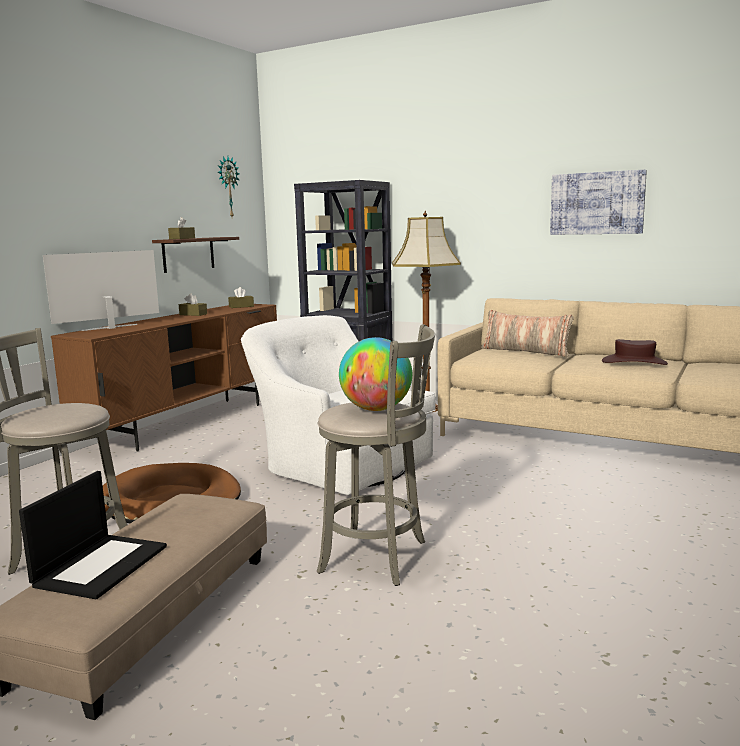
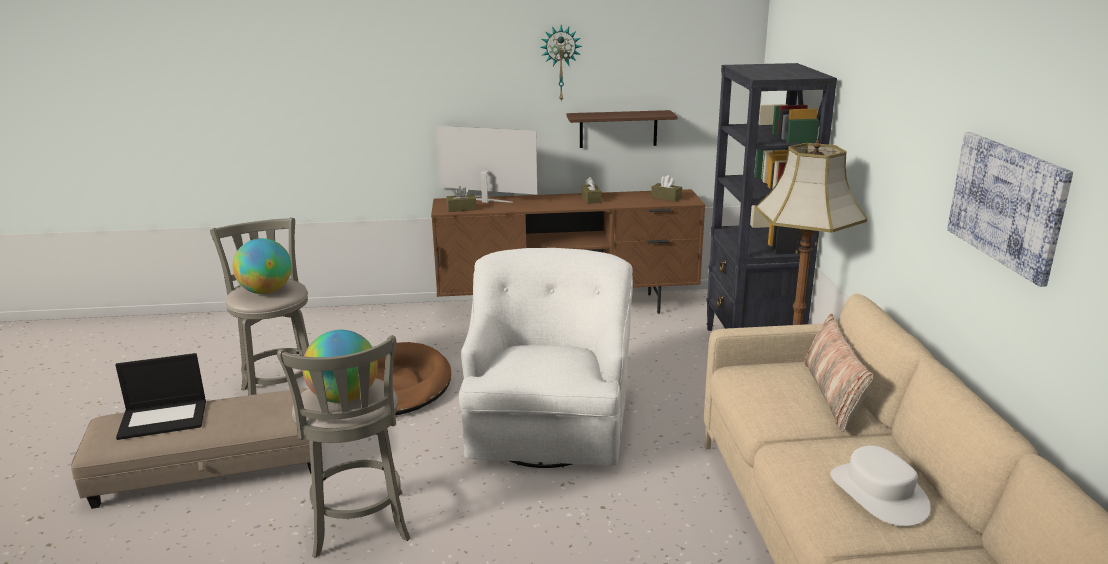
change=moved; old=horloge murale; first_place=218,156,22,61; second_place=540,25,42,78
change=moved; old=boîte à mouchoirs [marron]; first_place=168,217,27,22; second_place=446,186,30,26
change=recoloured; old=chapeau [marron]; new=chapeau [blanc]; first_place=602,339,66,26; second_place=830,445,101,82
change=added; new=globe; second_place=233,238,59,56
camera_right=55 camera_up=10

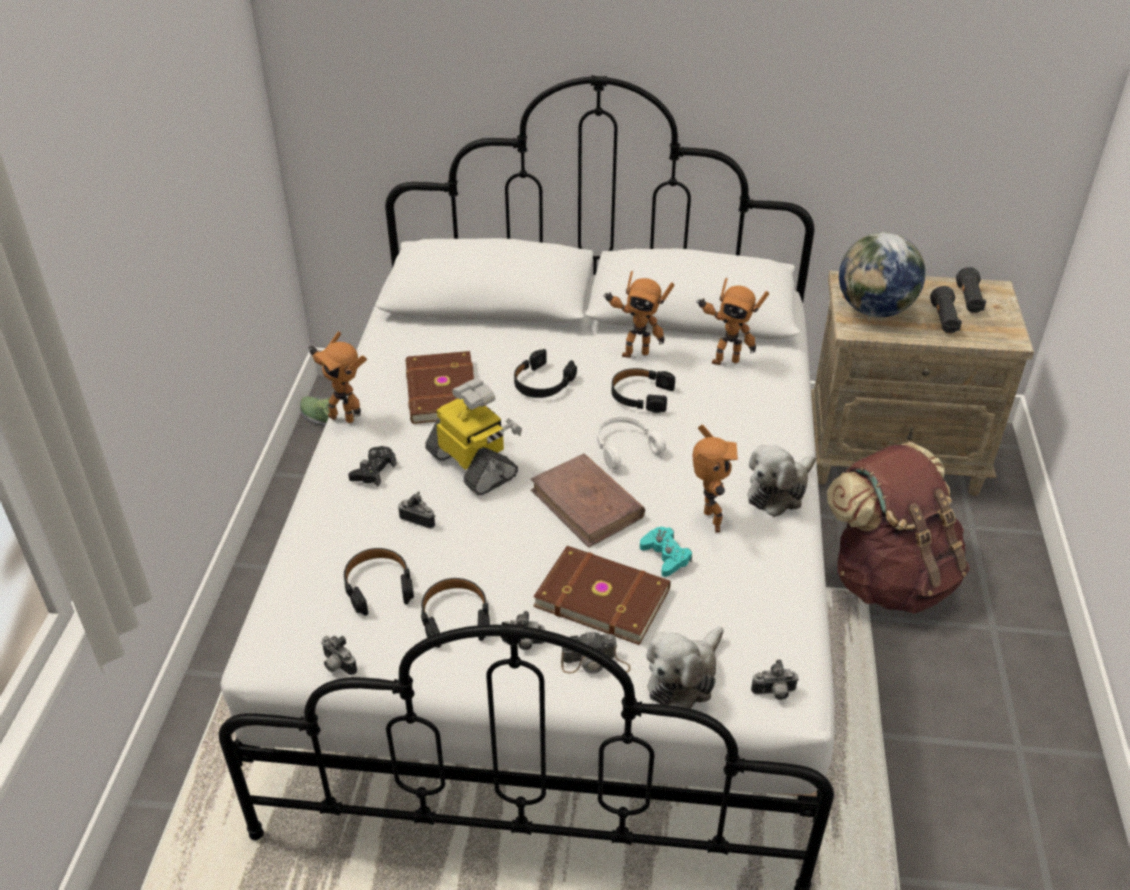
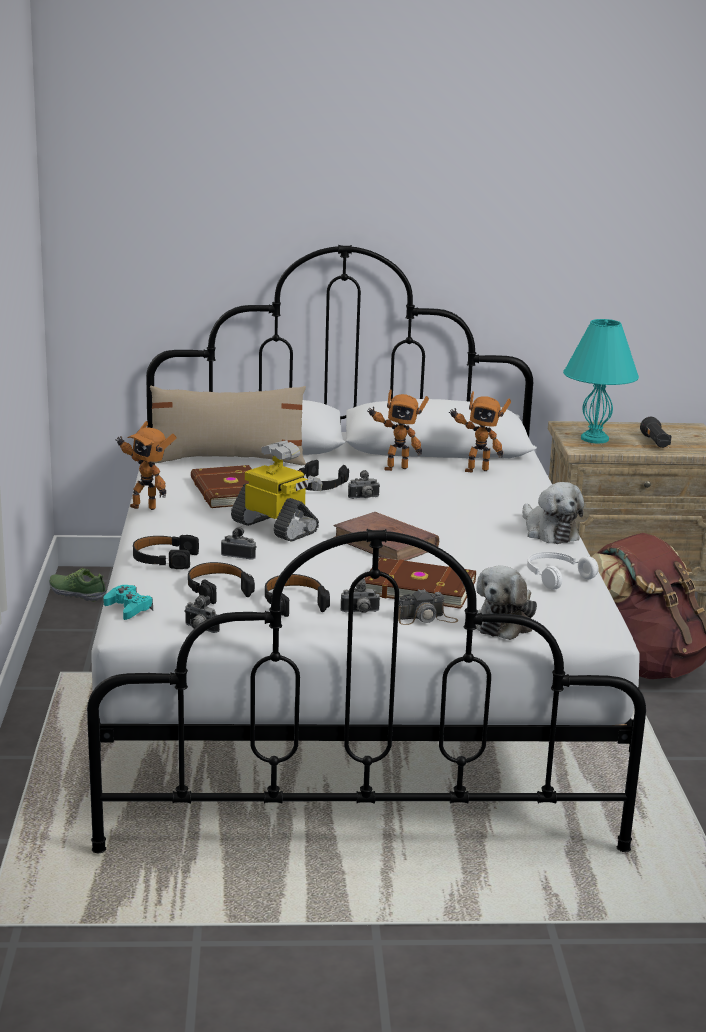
change=replaced; old=globe; new=lampe de table [turquoise]; first_place=839,232,86,85; second_place=563,319,76,125
change=removed; old=lampe de poche [noir]; first_place=956,267,30,46
change=moved; old=casque audio [noir]; first_place=612,368,63,45; second_place=133,535,66,34
change=moved; old=casque audio [blanc]; first_place=597,416,69,53; second_place=527,552,72,38
change=removed; old=robot jouet; first_place=692,425,46,108
change=turned; old=peluche; first_place=747,445,70,72; second_place=523,482,61,62; degrees=-60
change=removed; old=manette [noir]; first_place=348,446,49,40
change=moved; old=manette [turquoise]; first_place=640,527,52,50; second_place=104,585,49,35
change=moved; old=appareil photo; first_place=751,659,48,41; second_place=348,470,32,29
change=added; new=coussin [beige]; second_place=150,386,156,79
camera_right=-10 camera_up=-20

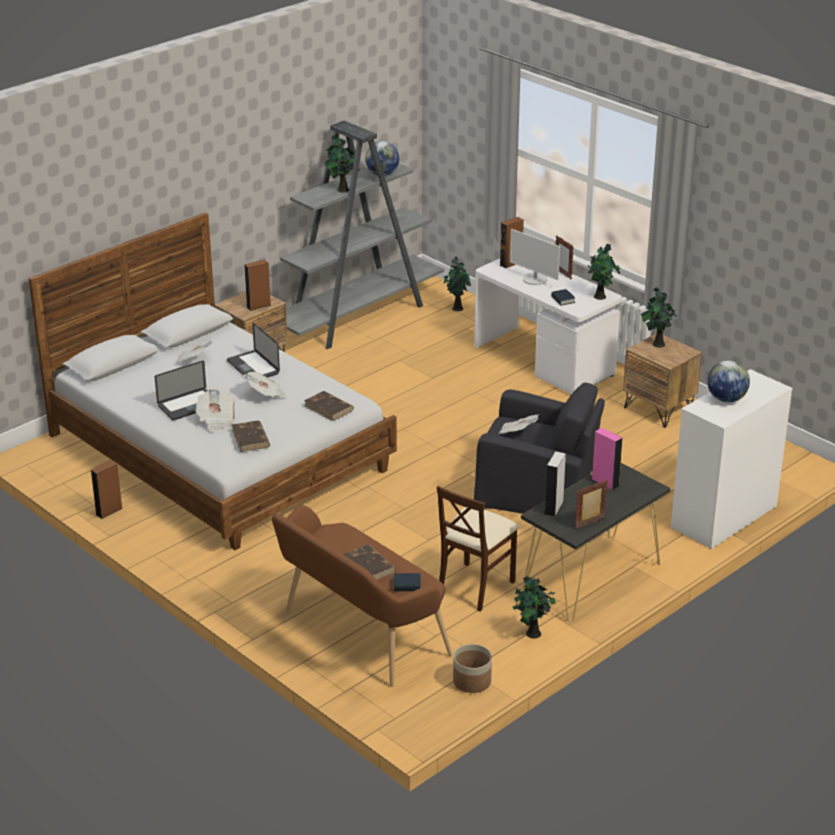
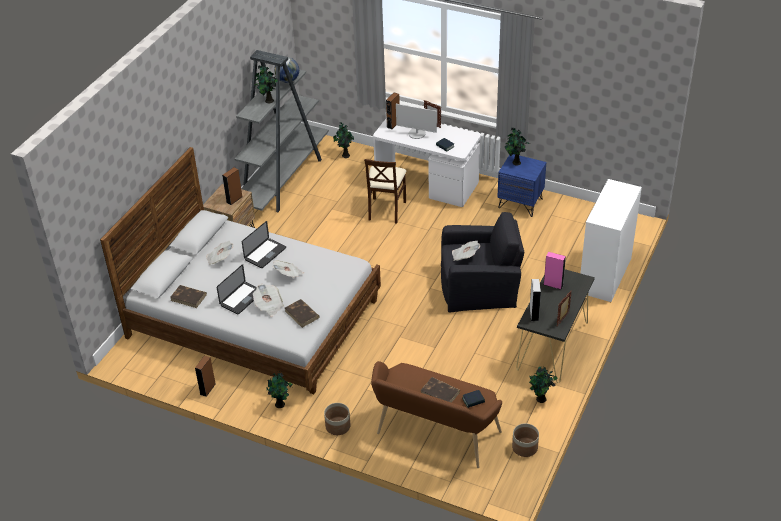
change=moved; old=plante en pot; first_place=587,244,33,56; second_place=266,371,27,37
change=turned; old=ordinateur portable; first_place=227,323,53,55; second_place=242,221,44,47; degrees=-90
change=recoloured; old=table de chevet [marron]; new=table de chevet [bleu]; first_place=623,333,79,95; second_place=497,154,49,63
change=removed; old=globe; first_place=707,360,43,43
change=moved; old=livre [marron]; first_place=304,391,50,30; second_place=170,285,37,23
change=moved; old=chaise [beige]; first_place=437,486,82,126; second_place=364,159,42,65
change=added; new=cache-pot; second_place=324,403,26,32
camera_right=-20 camera_up=10

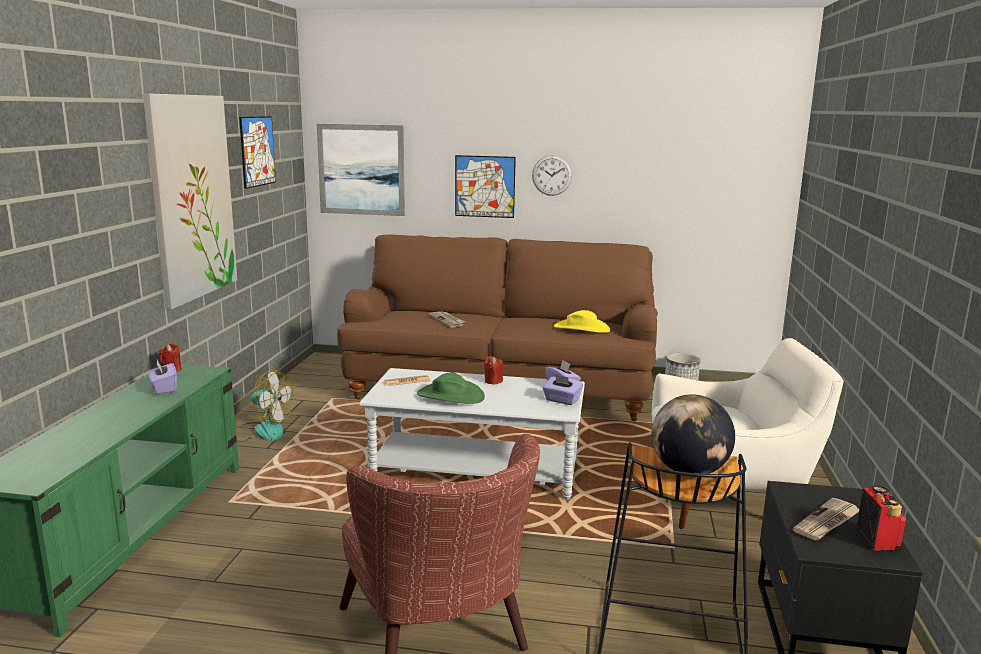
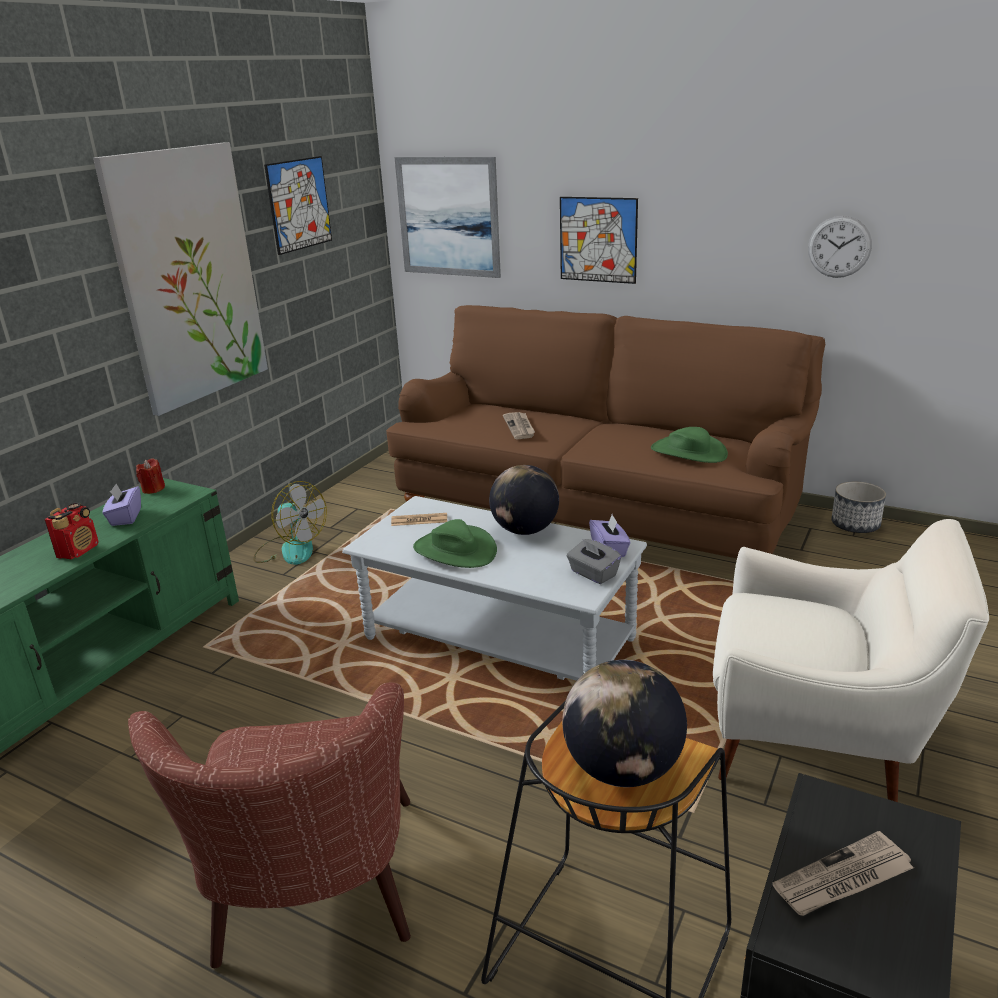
change=moved; old=horloge murale; first_place=532,155,40,41; second_place=808,216,64,62
change=recoloured; old=chapeau [jaune]; new=chapeau [vert]; first_place=554,310,56,23; second_place=651,427,77,36
change=replaced; old=bougie [rouge]; new=globe; first_place=484,356,19,28; second_place=489,465,70,70
change=recoloured; old=boîte à mouchoirs [violet]; new=boîte à mouchoirs [gris]; first_place=543,374,40,31; second_place=567,539,55,45
change=moved; old=radio; first_place=856,485,50,66; second_place=45,503,54,57
camera_right=20 camera_up=10

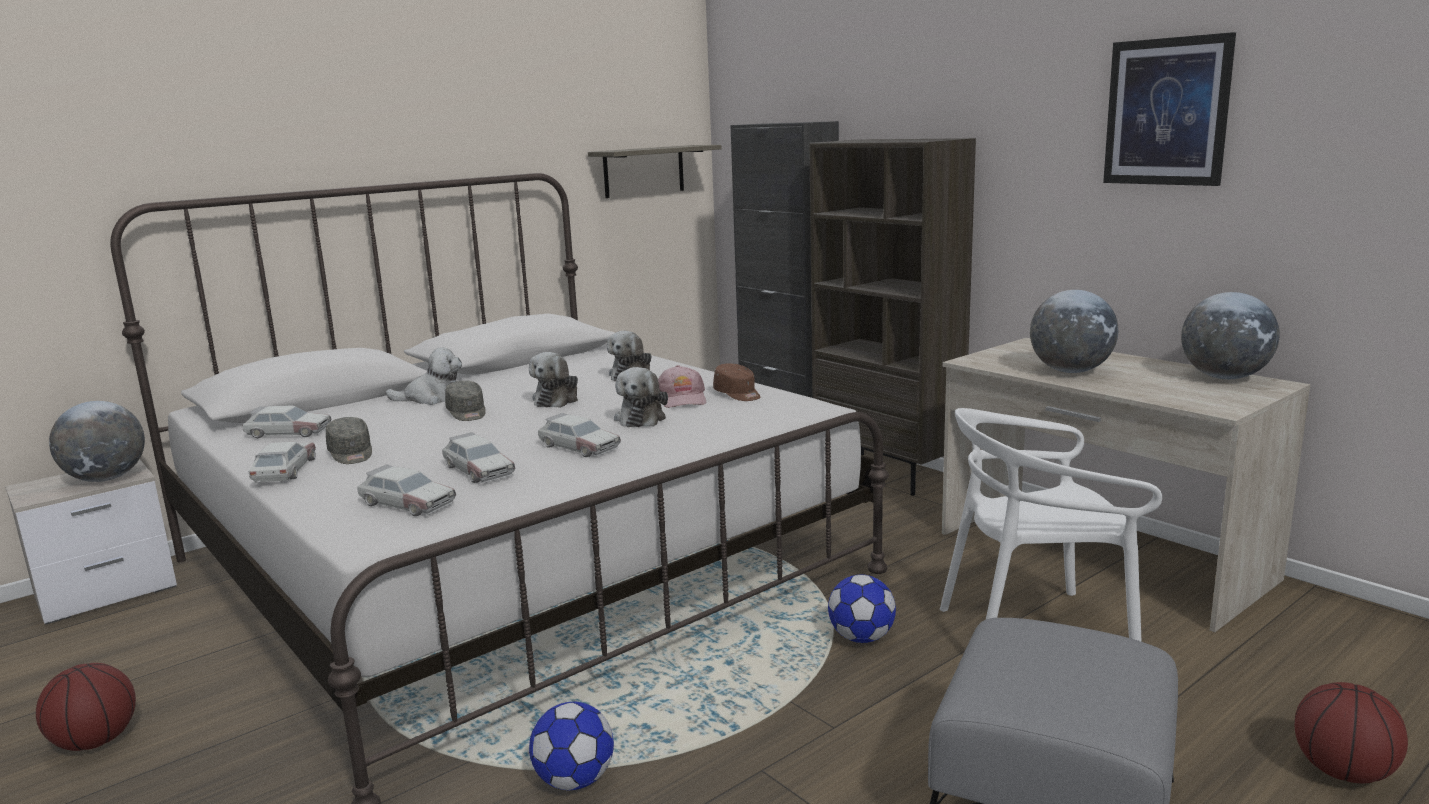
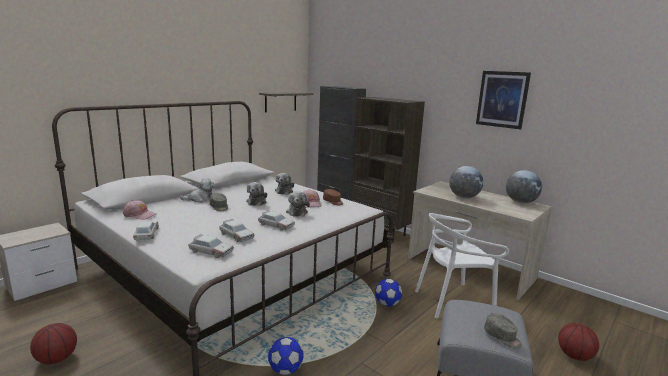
change=removed; old=globe; first_place=49,401,96,81
change=replaced; old=petite voiture; new=casquette [rose]; first_place=242,406,89,32; second_place=123,200,33,20
change=moved; old=casquette [gris]; first_place=326,417,46,47; second_place=484,313,38,35
camera_right=-10 camera_up=0

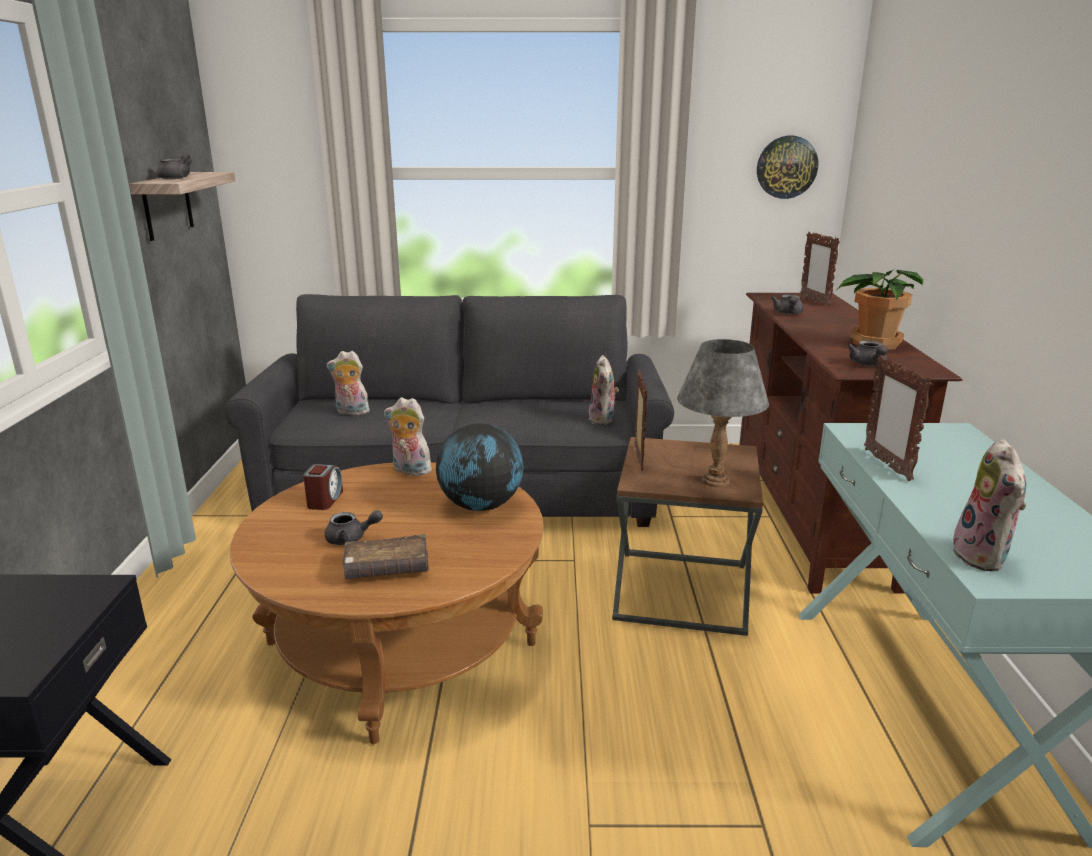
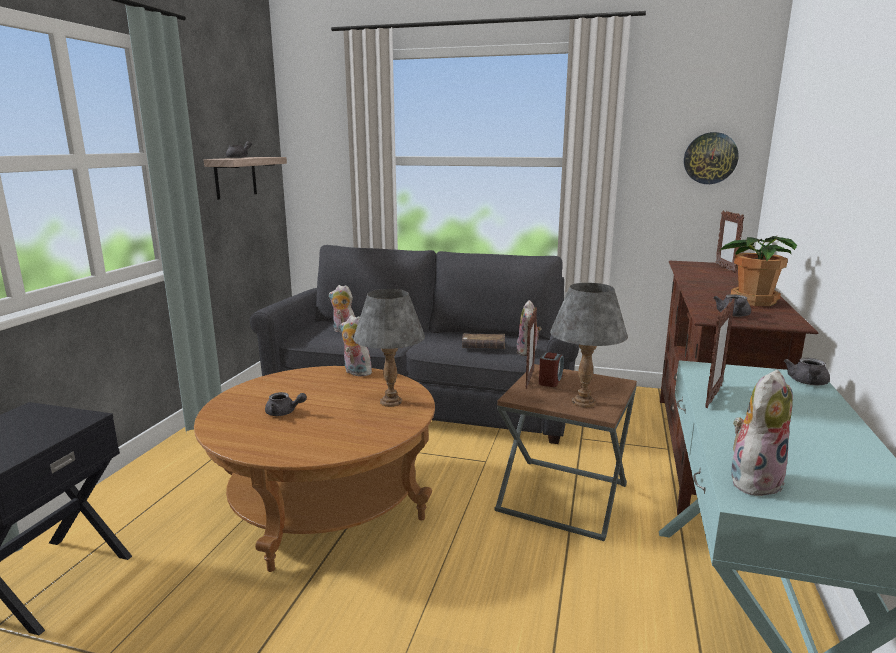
change=moved; old=théière [gris]; first_place=771,295,33,20; second_place=784,358,46,27
change=turned; old=cadre photo; first_place=864,355,68,126; second_place=705,299,30,109; degrees=-150
change=replaced; old=globe; new=lampe de table [gris]; first_place=436,423,88,88; second_place=353,289,72,118
change=turned; old=peluche; first_place=952,438,74,134; second_place=731,370,62,128; degrees=-150
change=moved; old=réveil; first_place=303,464,40,46; second_place=539,352,25,35
change=moved; old=livre [marron]; first_place=342,534,87,46; second_place=462,333,43,16
camera_right=15 camera_up=-5

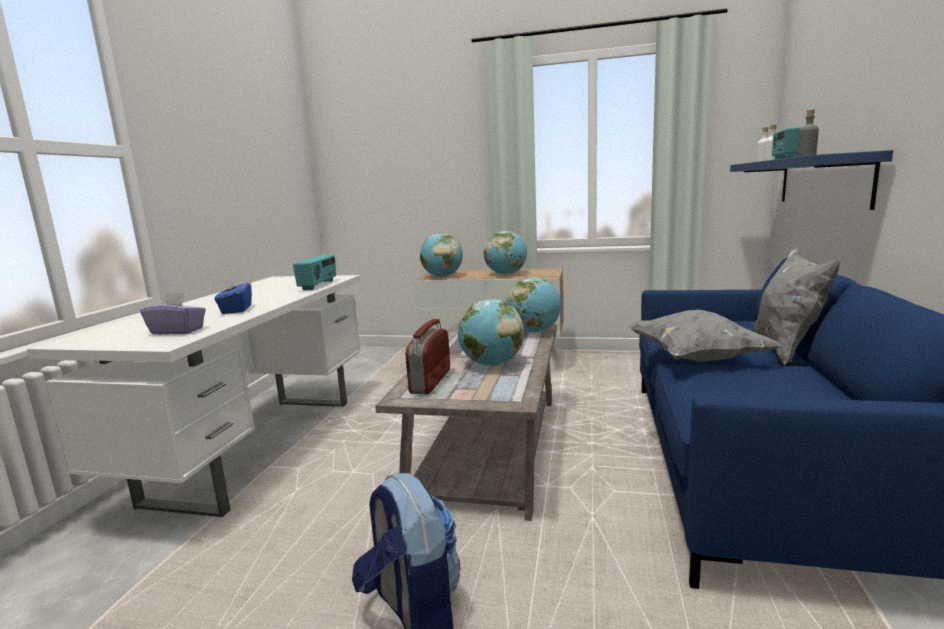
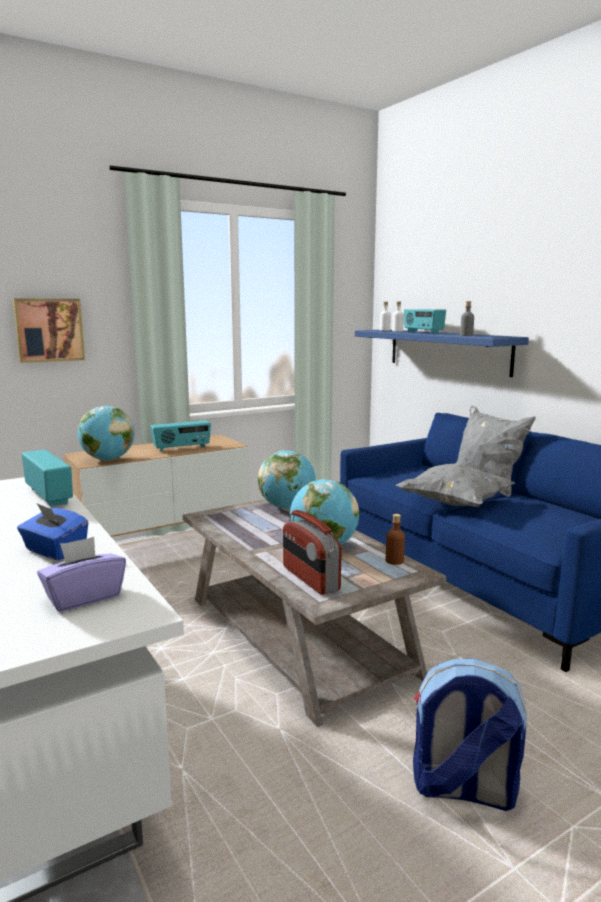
change=replaced; old=globe; new=radio; first_place=484,231,43,44; second_place=150,420,61,32
change=added; new=tableau; second_place=13,299,72,64
change=added; new=bouteille [marron]; second_place=386,514,19,51
camera_right=-45 camera_up=0

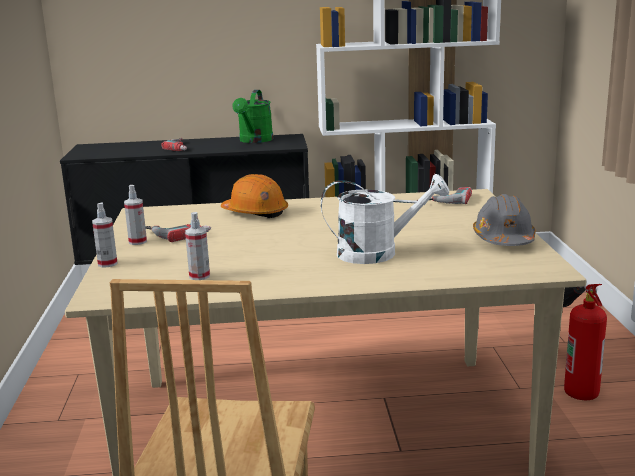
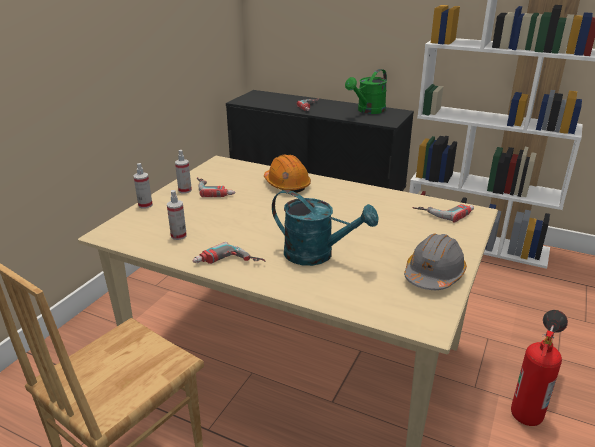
change=recoloured; old=arrosoir [blanc]; new=arrosoir [turquoise]; first_place=321,174,128,90; second_place=272,190,106,76
change=added; new=perceuse; second_place=193,242,72,22
camera_right=30 camera_up=10

